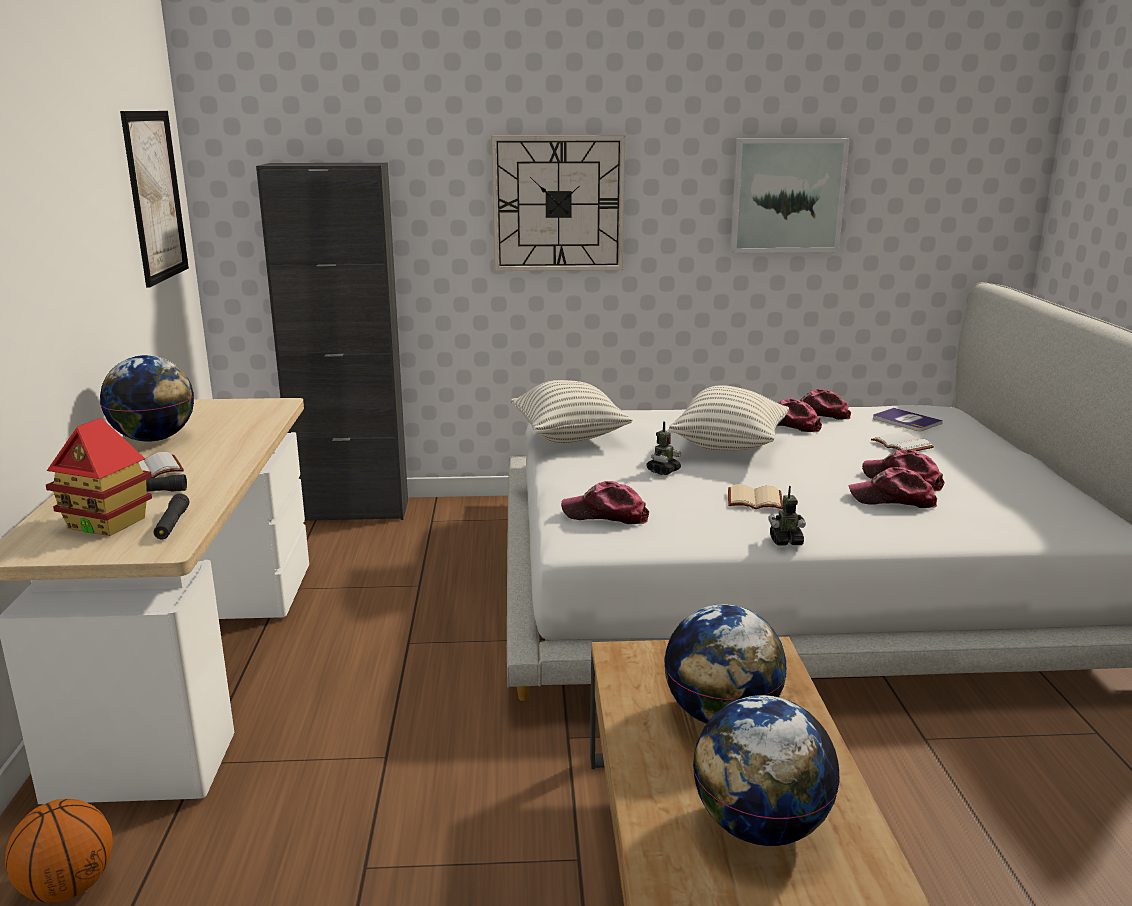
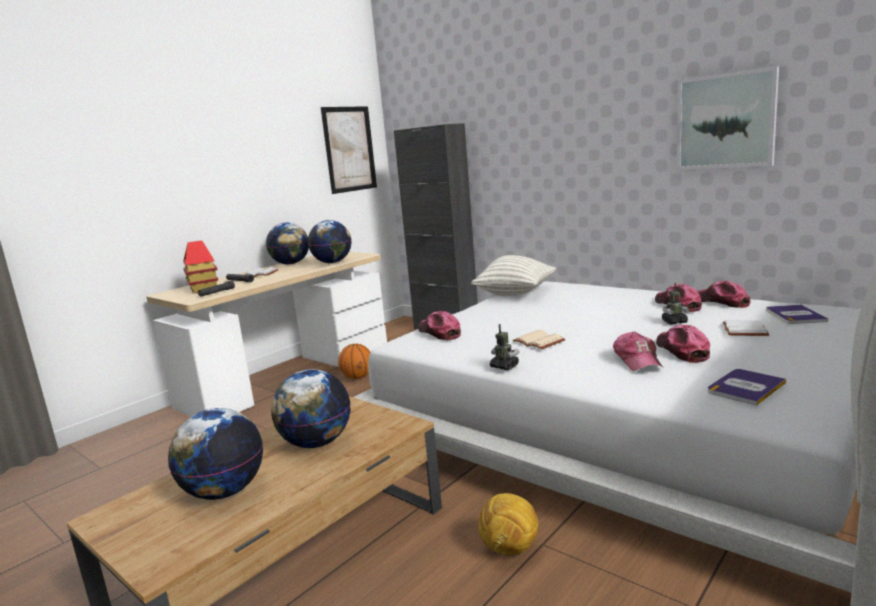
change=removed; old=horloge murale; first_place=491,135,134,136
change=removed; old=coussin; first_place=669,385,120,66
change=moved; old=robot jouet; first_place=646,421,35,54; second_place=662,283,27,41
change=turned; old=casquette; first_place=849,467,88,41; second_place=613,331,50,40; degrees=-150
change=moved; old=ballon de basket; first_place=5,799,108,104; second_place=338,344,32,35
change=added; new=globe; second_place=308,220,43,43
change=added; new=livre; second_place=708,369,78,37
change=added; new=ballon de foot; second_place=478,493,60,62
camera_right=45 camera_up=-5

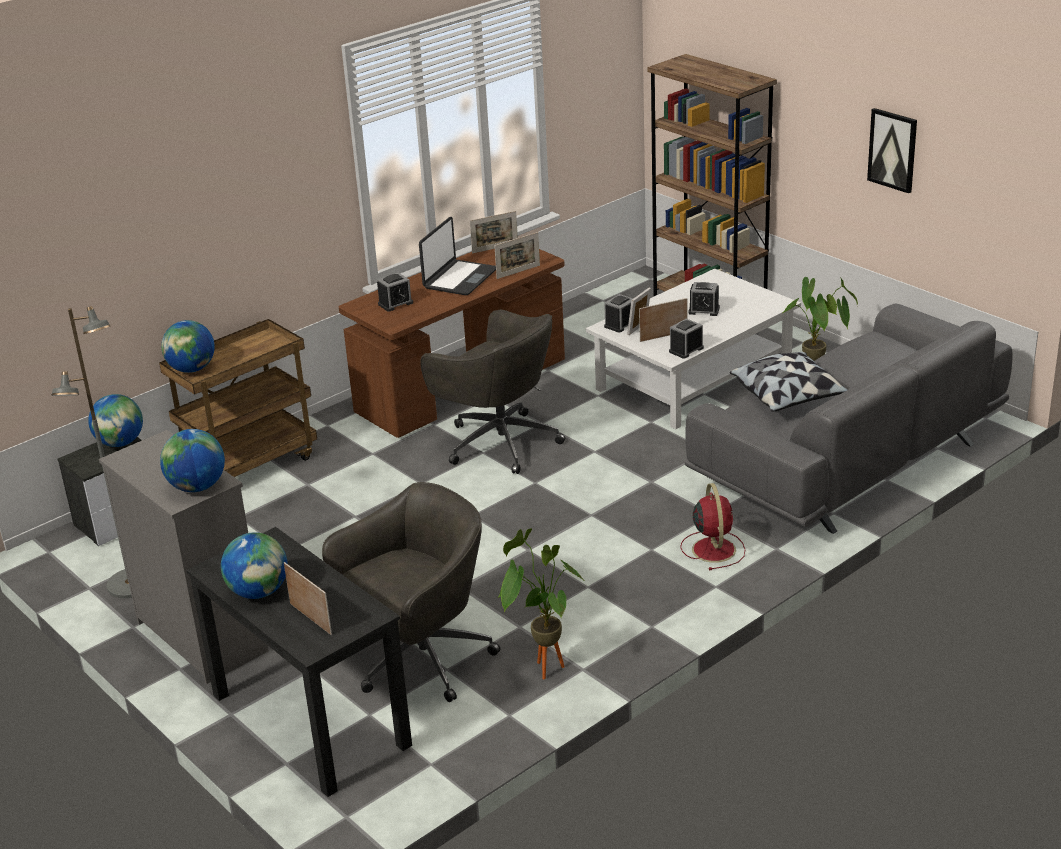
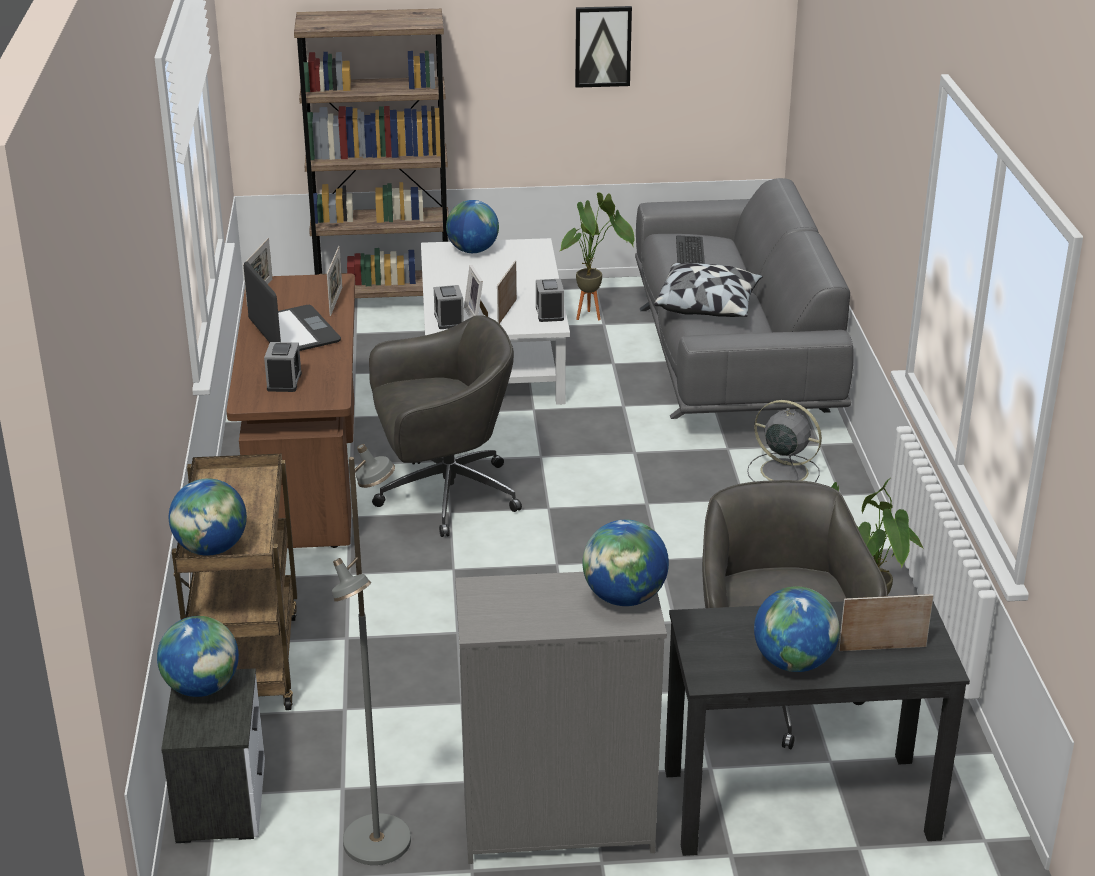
change=removed; old=réveil; first_place=688,282,32,34
change=recoloured; old=ventilateur [rouge]; new=ventilateur [gris]; first_place=680,483,65,87; second_place=747,400,75,83
change=added; new=globe; second_place=446,200,53,53
change=added; new=clavier; second_place=676,235,29,29
camera_right=-55 camera_up=0

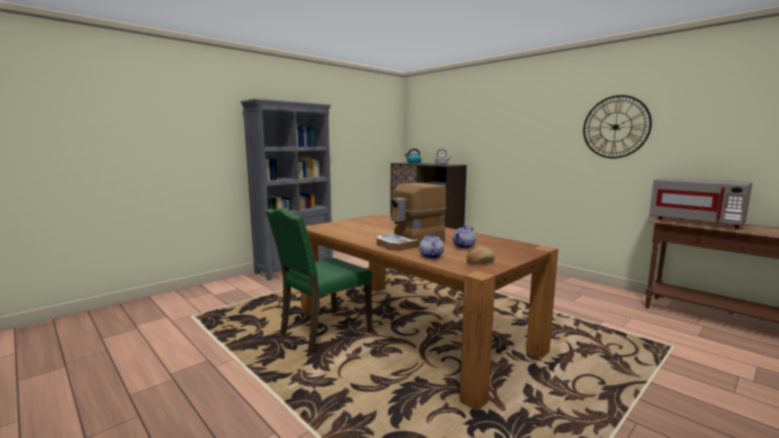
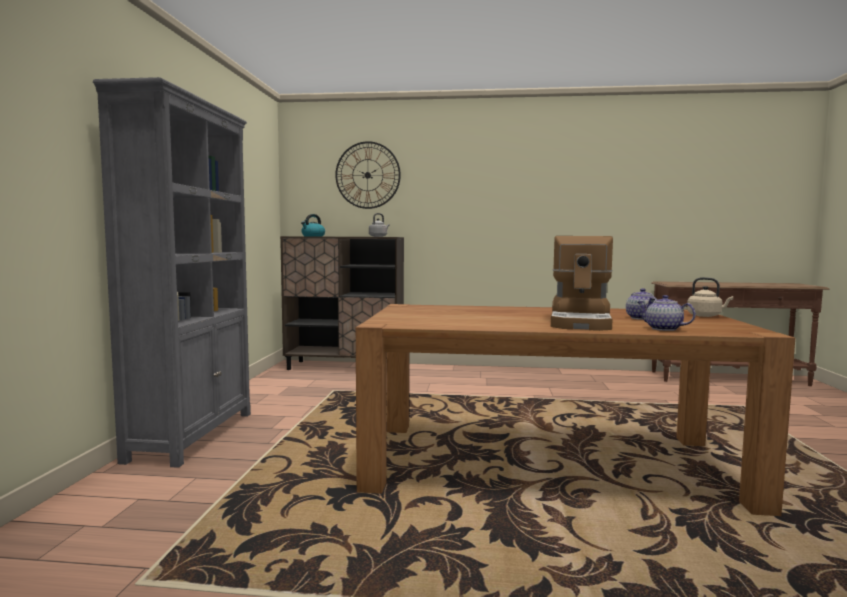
change=moved; old=horloge murale; first_place=583,95,69,63; second_place=335,141,66,68
change=removed; old=micro-ondes [gris]; first_place=649,177,103,51
change=removed; old=chaise [vert]; first_place=265,208,107,146
change=removed; old=pain; first_place=467,246,28,19
change=added; new=bouilloire [beige]; second_place=687,277,46,40
camera_right=-40 camera_up=-5

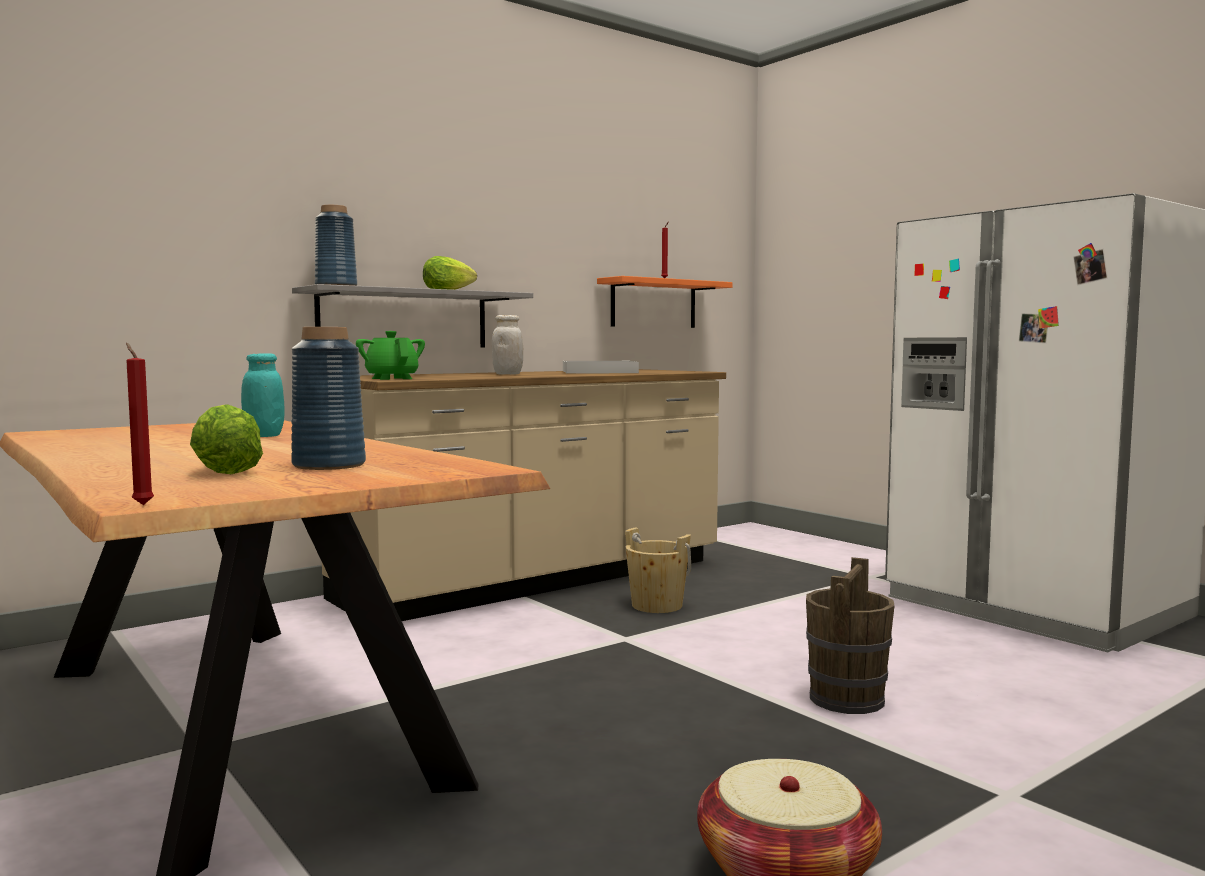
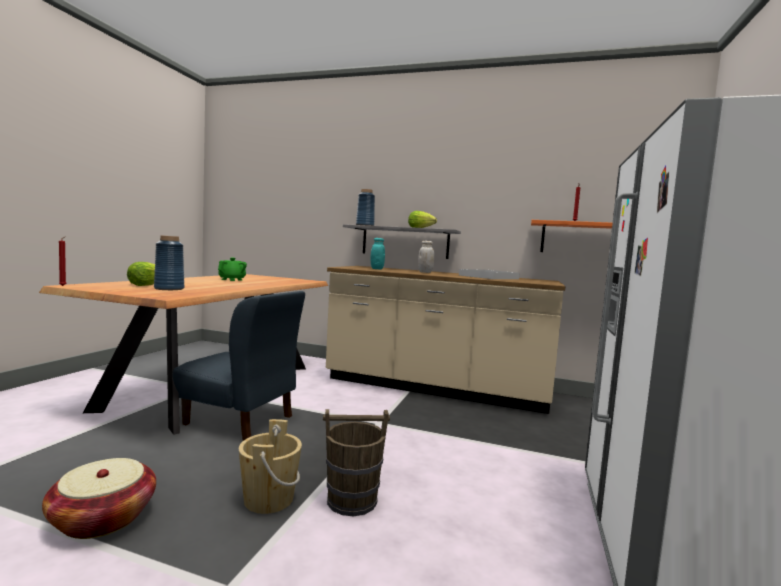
change=moved; old=théière [vert]; first_place=356,331,69,49; second_place=218,258,29,23
change=moved; old=bocal [turquoise]; first_place=241,353,43,84; second_place=370,238,15,31
change=moved; old=seau [beige]; first_place=625,527,66,86; second_place=239,419,63,95
change=added; new=chaise [bleu]; second_place=172,291,133,150
camera_right=55 camera_up=0

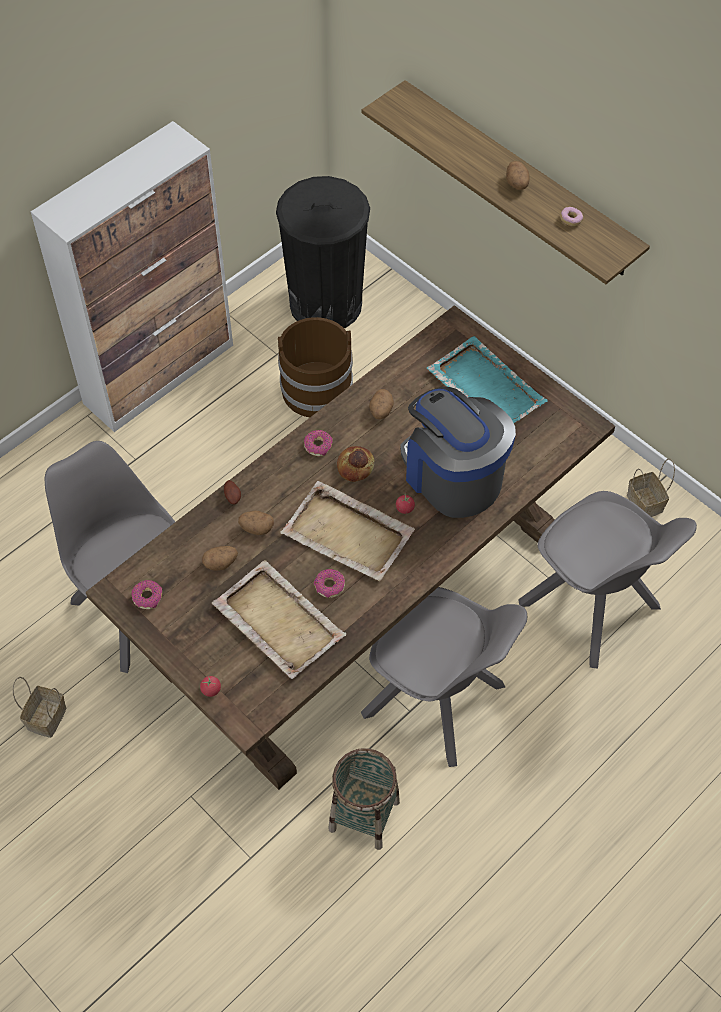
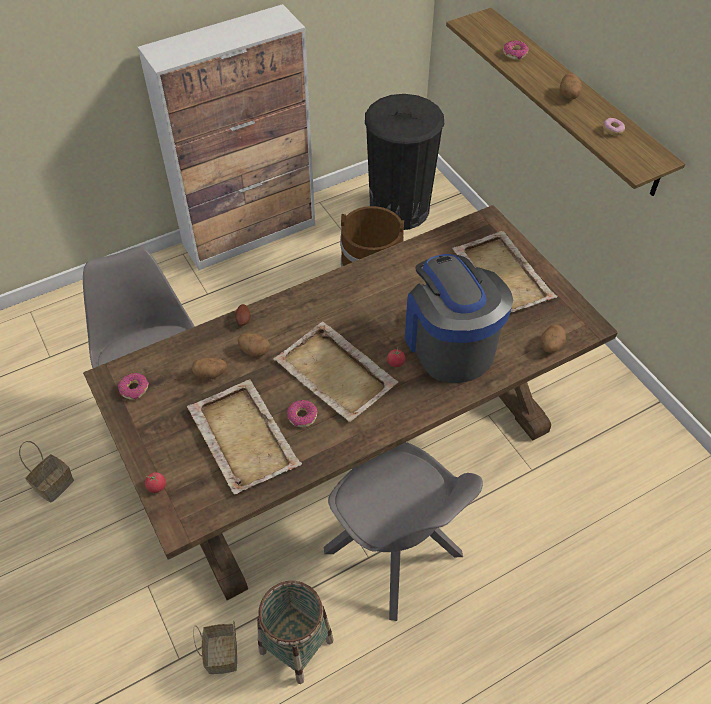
change=recoloured; old=plateau [turquoise]; new=plateau [beige]; first_place=427,336,121,87; second_place=452,231,105,82
change=moved; old=pomme de terre; first_place=369,389,25,30; second_place=541,324,25,29
change=moved; old=beignet; first_place=304,430,29,27; second_place=503,40,26,20
change=removed; old=pain; first_place=337,446,37,36
change=moved; old=panier; first_place=627,458,48,59; second_place=193,621,44,53
change=removed; old=chaise [gris]; first_place=518,491,179,178
camera_right=15 camera_up=-5

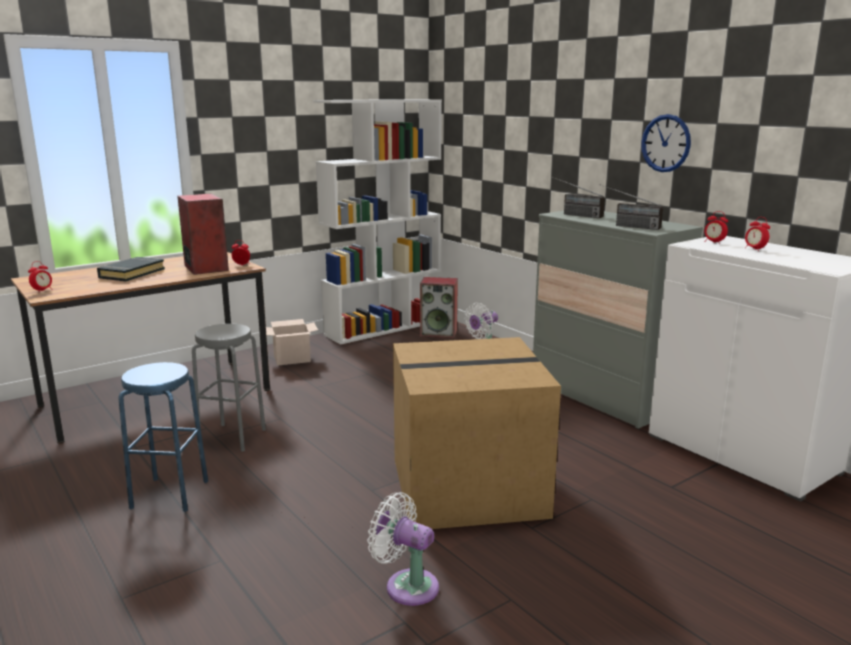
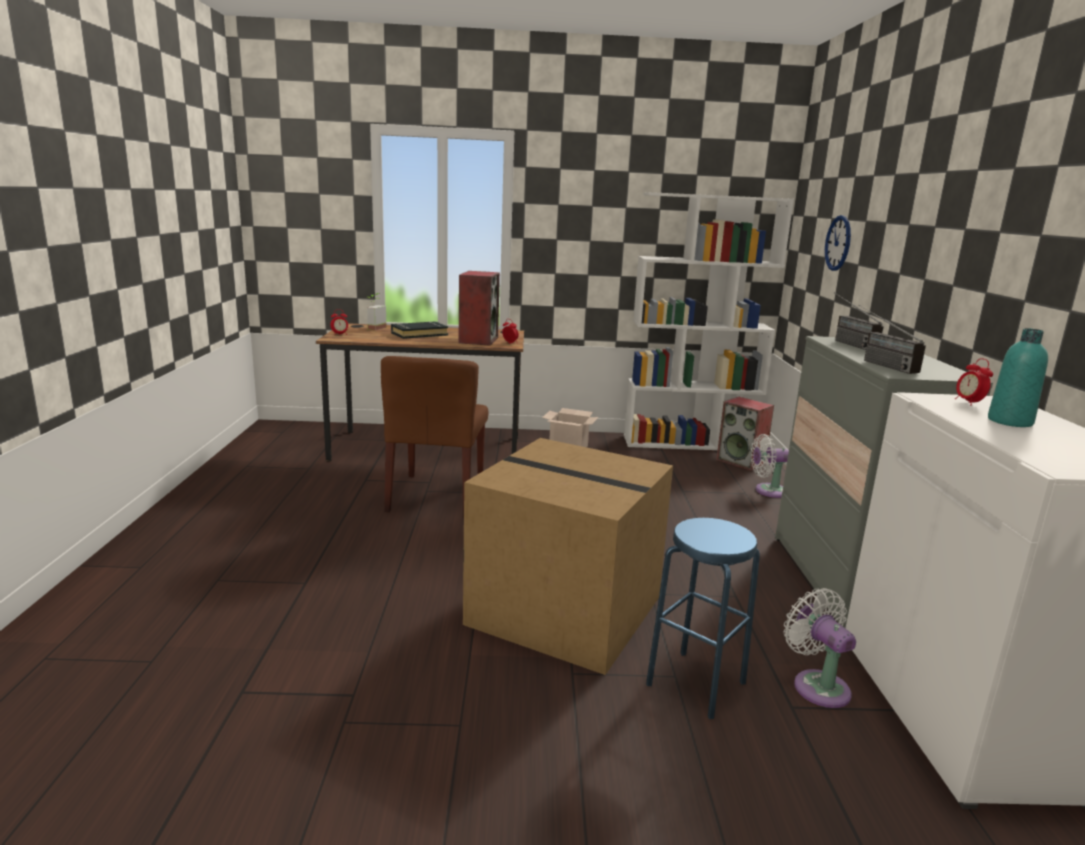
change=moved; old=horloge murale; first_place=641,114,50,58; second_place=825,215,26,56
change=replaced; old=réveil; new=bouteille [turquoise]; first_place=745,217,25,34; second_place=988,328,60,99
change=replaced; old=tabouret [gris]; new=chaise [marron]; first_place=192,324,74,128; second_place=381,356,107,162
change=moved; old=tabouret [bleu]; first_place=118,362,90,150; second_place=646,518,114,201
change=moved; old=ventilateur [blanc]; first_place=368,492,71,114; second_place=784,588,72,120
change=added; new=plante en pot; second_place=367,293,19,37
camera_right=35 camera_up=0

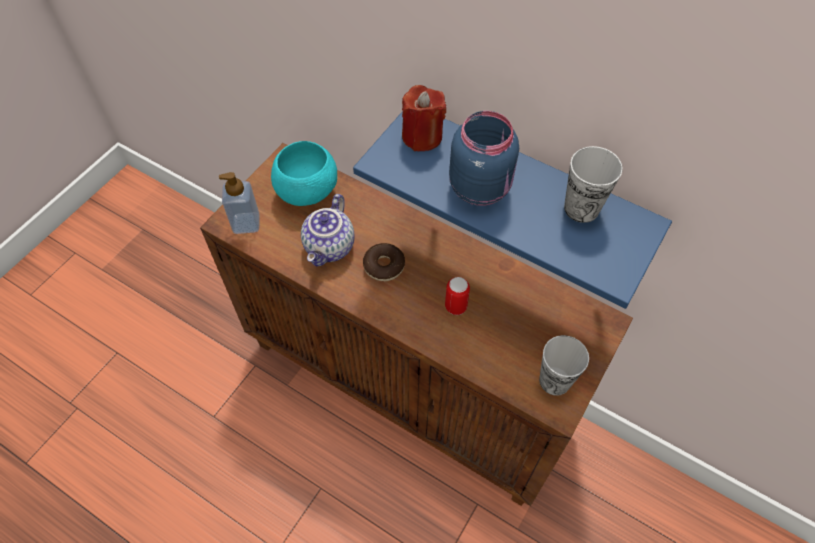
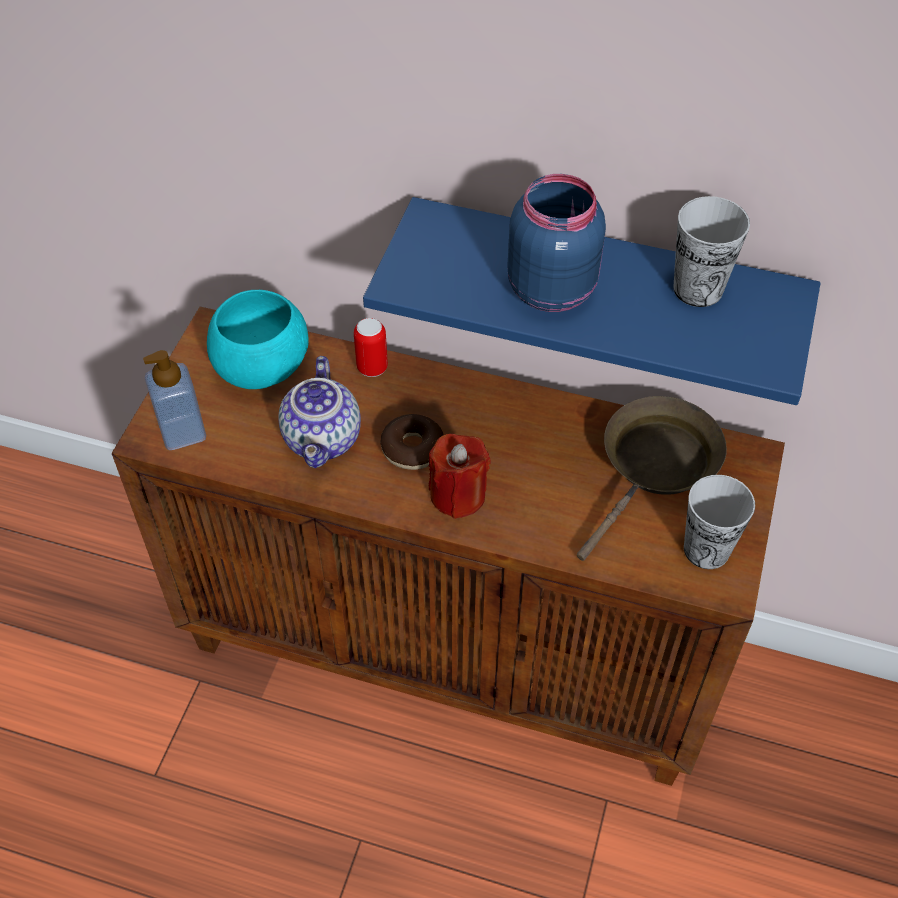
change=moved; old=bougie [rouge]; first_place=402,85,44,66; second_place=429,434,61,85
change=moved; old=boîte métallique; first_place=445,277,25,38; second_place=354,318,34,59
change=added; new=poêle [marron]; second_place=577,396,150,165
camera_right=-15 camera_up=-5

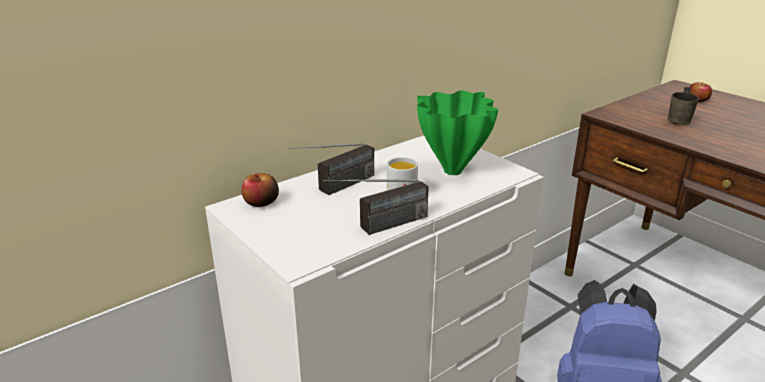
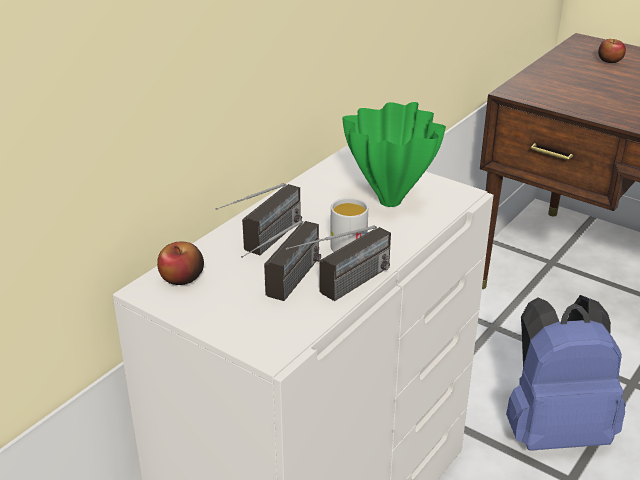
change=removed; old=mug [gris]; first_place=668,87,31,38
change=added; new=radio; second_place=241,220,80,81
camera_right=-15 camera_up=5

